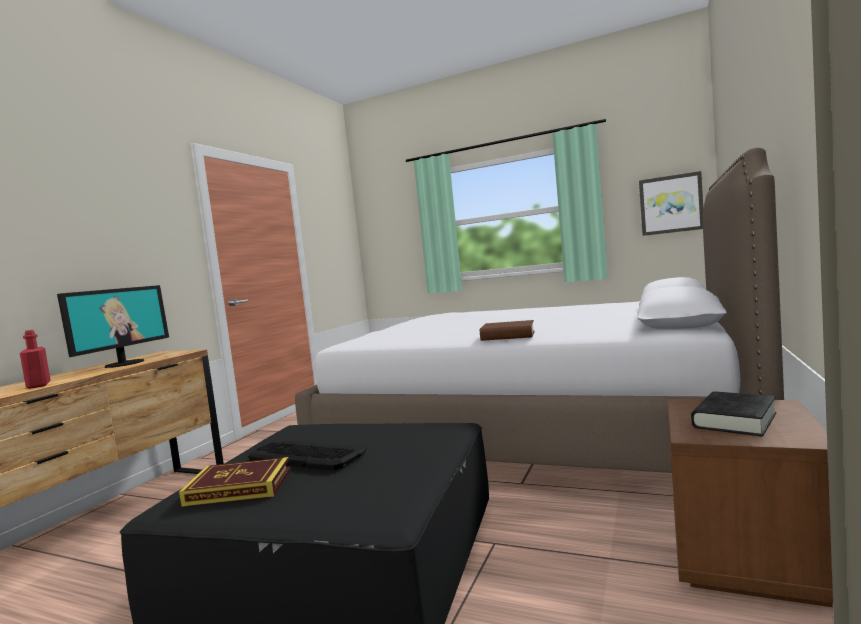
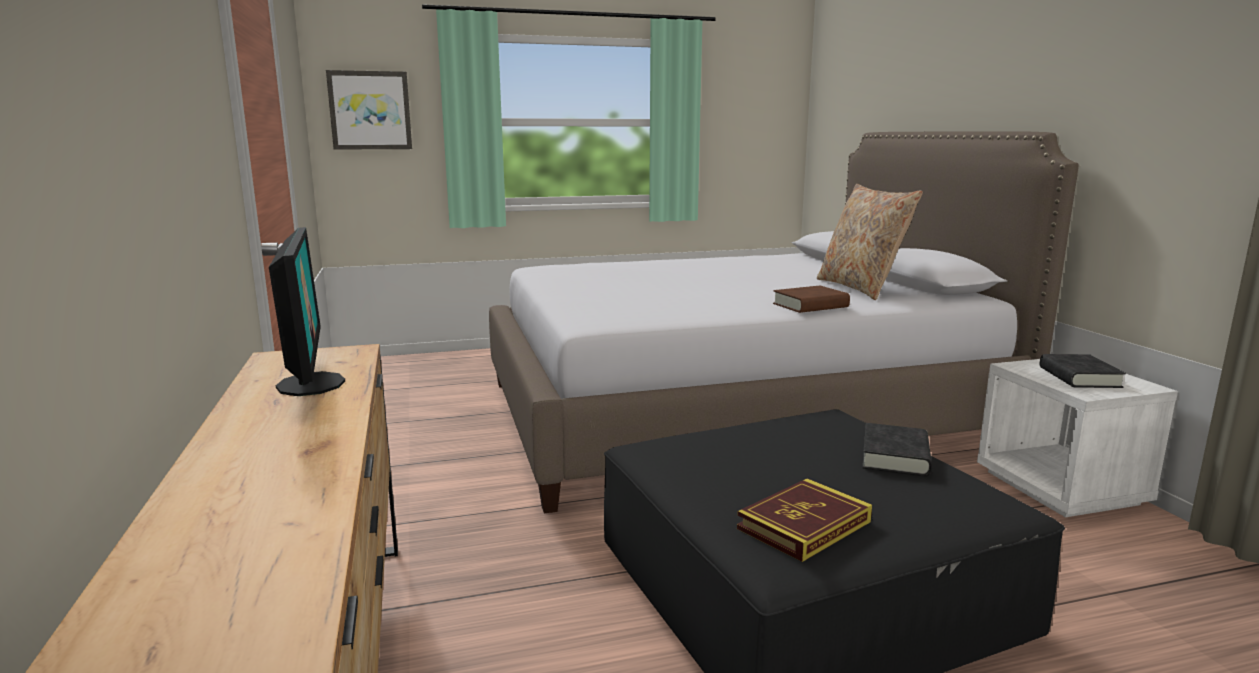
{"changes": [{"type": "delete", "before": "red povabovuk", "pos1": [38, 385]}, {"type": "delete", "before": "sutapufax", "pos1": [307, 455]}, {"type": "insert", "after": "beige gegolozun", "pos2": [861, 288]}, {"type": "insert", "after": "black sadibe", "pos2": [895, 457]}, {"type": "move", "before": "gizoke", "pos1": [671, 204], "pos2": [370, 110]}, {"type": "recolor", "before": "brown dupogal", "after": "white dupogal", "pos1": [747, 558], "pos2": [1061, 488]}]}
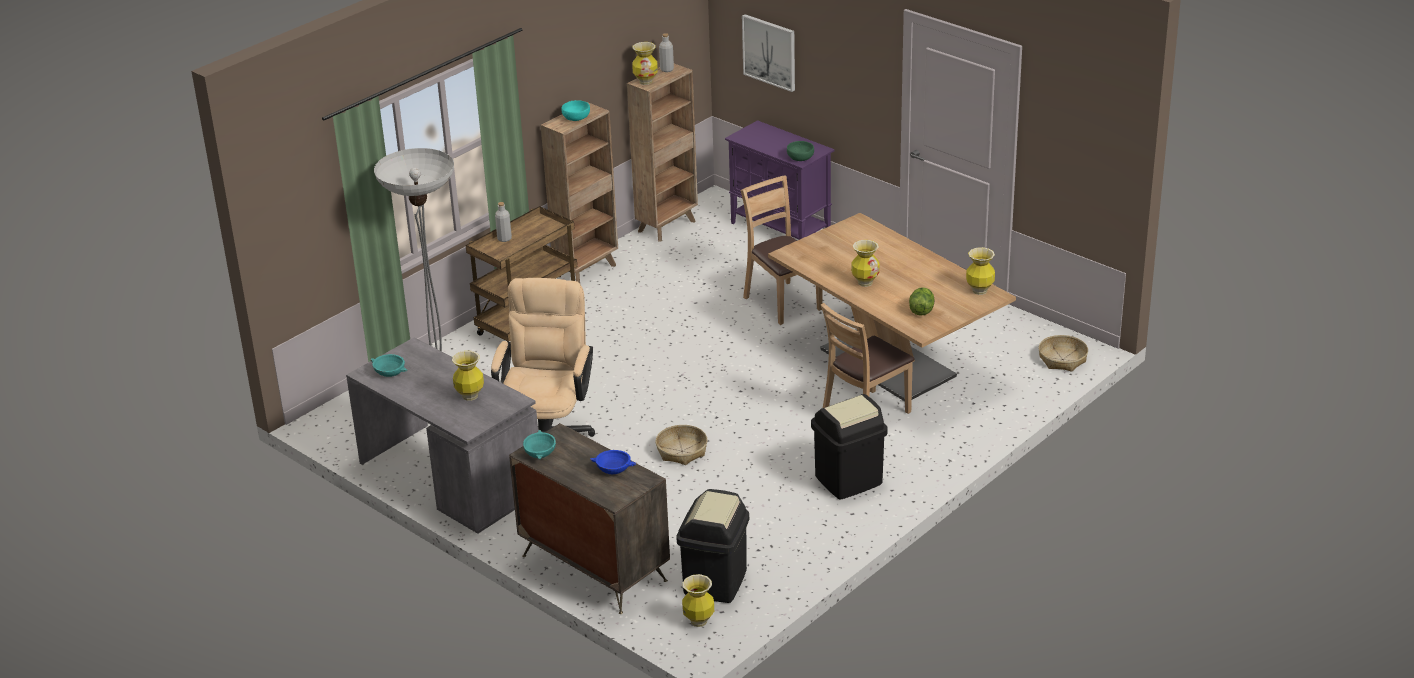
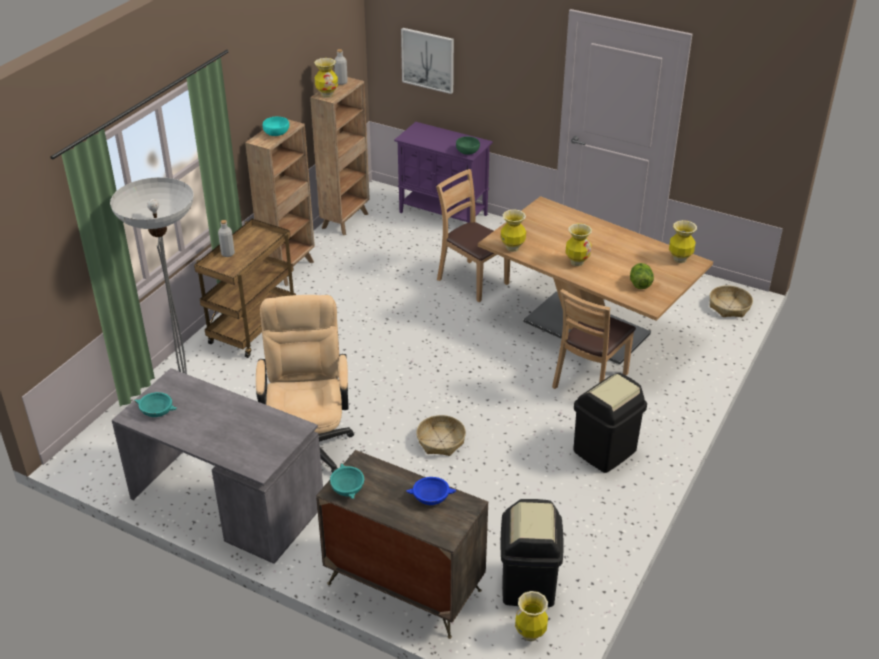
{"changes": [{"type": "move", "before": "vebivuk", "pos1": [470, 396], "pos2": [512, 248]}]}
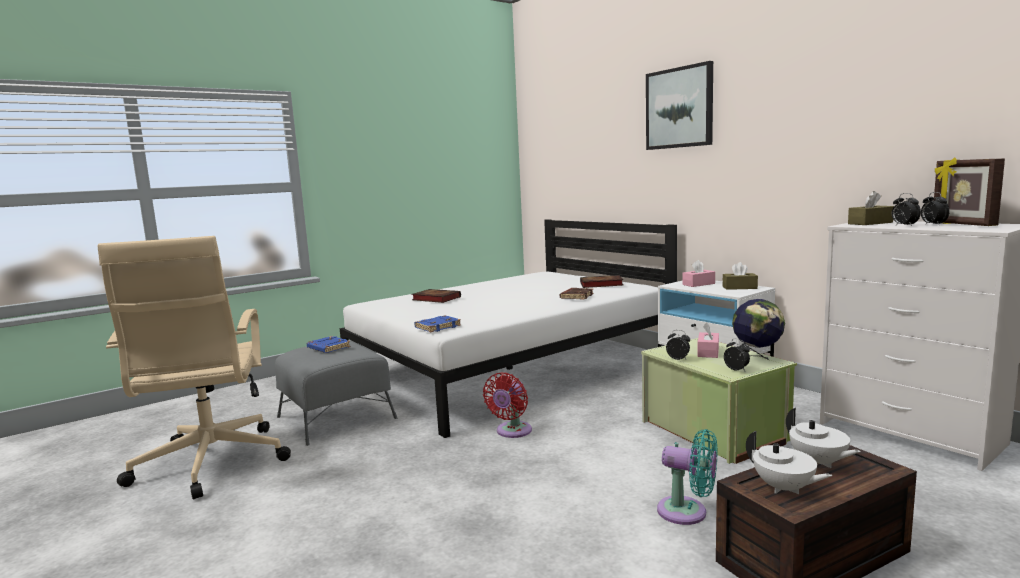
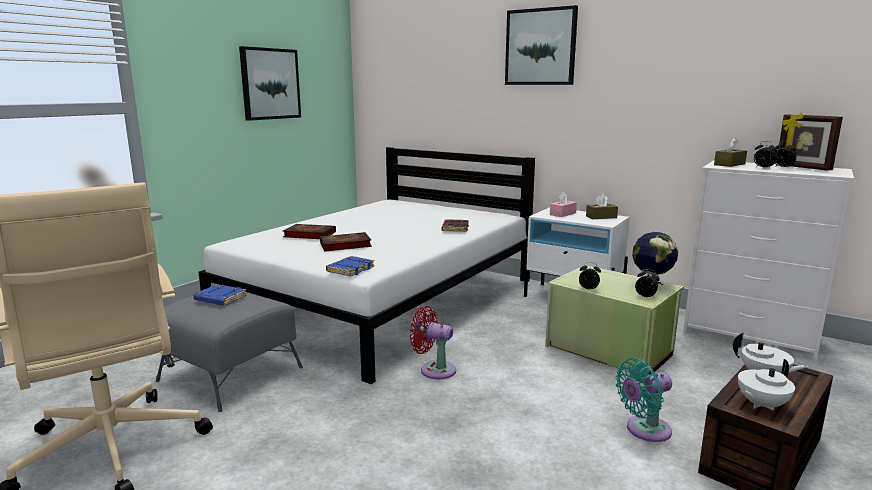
{"changes": [{"type": "delete", "before": "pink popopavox", "pos1": [708, 352]}, {"type": "insert", "after": "gizoke", "pos2": [270, 84]}, {"type": "move", "before": "sadibe", "pos1": [600, 284], "pos2": [344, 245]}, {"type": "rotate", "before": "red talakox", "pos1": [512, 432], "pos2": [434, 369], "turn": 105}, {"type": "rotate", "before": "turquoise talakox", "pos1": [687, 512], "pos2": [644, 430], "turn": 150}, {"type": "rotate", "before": "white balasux", "pos1": [784, 488], "pos2": [760, 404], "turn": 120}]}
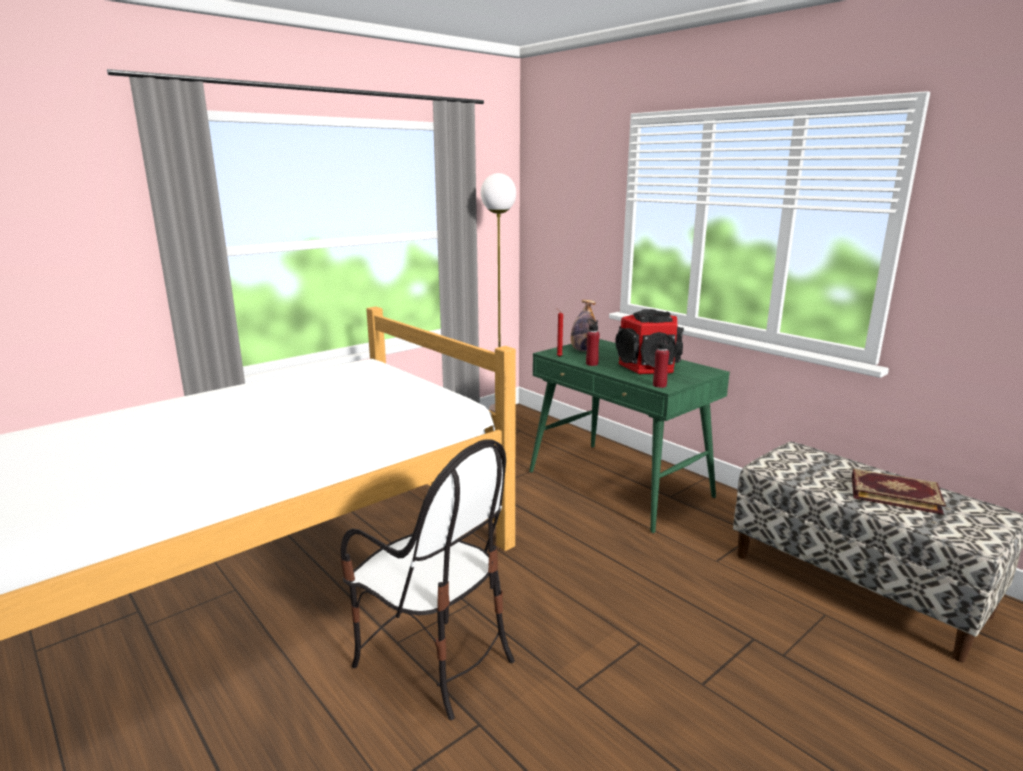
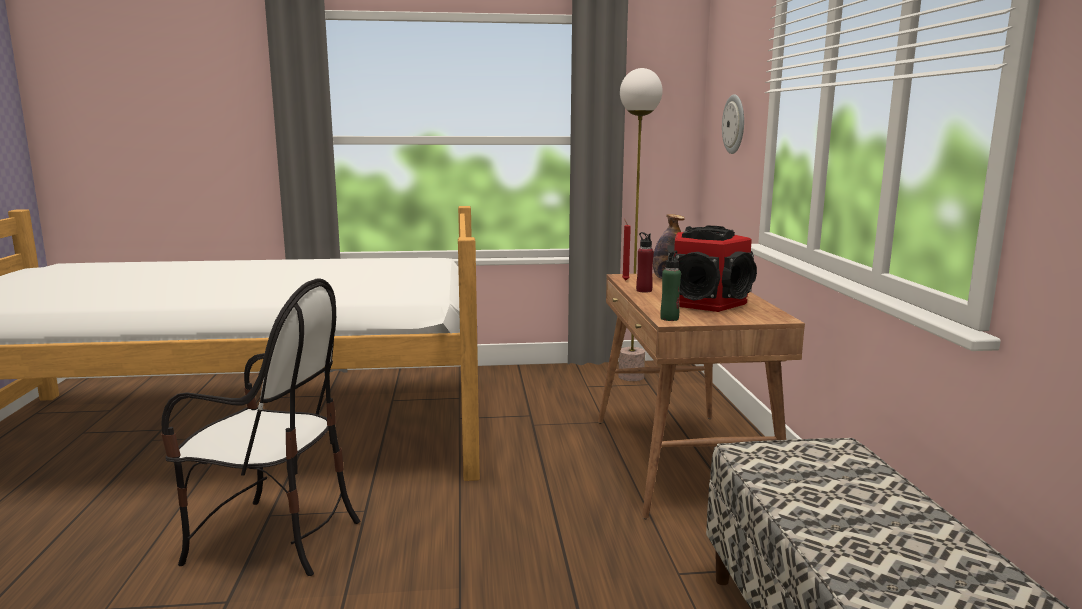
{"changes": [{"type": "delete", "before": "sadibe", "pos1": [894, 493]}, {"type": "insert", "after": "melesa", "pos2": [734, 124]}, {"type": "recolor", "before": "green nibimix", "after": "brown nibimix", "pos1": [620, 484], "pos2": [683, 462]}, {"type": "recolor", "before": "red povabovuk", "after": "green povabovuk", "pos1": [659, 385], "pos2": [669, 318]}, {"type": "rotate", "before": "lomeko", "pos1": [434, 660], "pos2": [273, 539], "turn": -60}]}
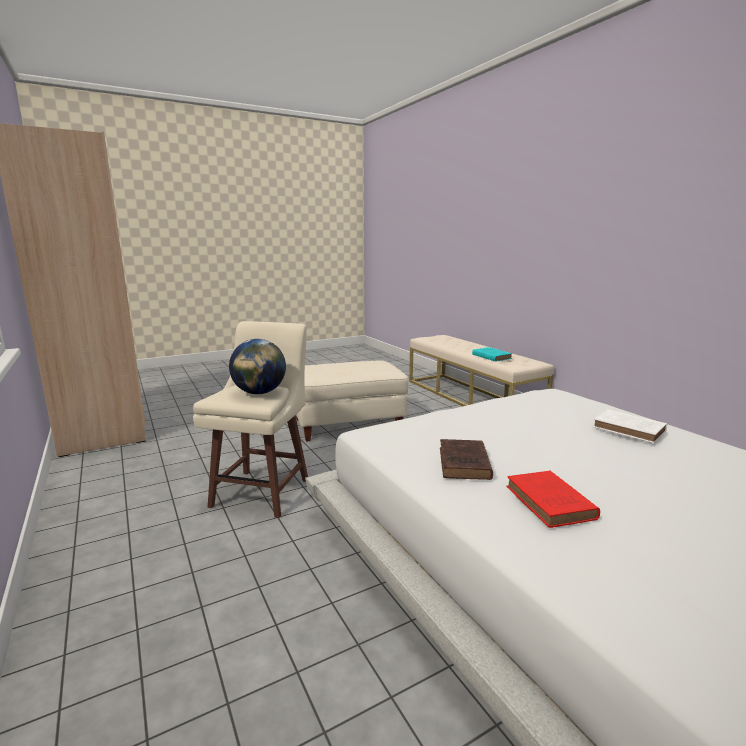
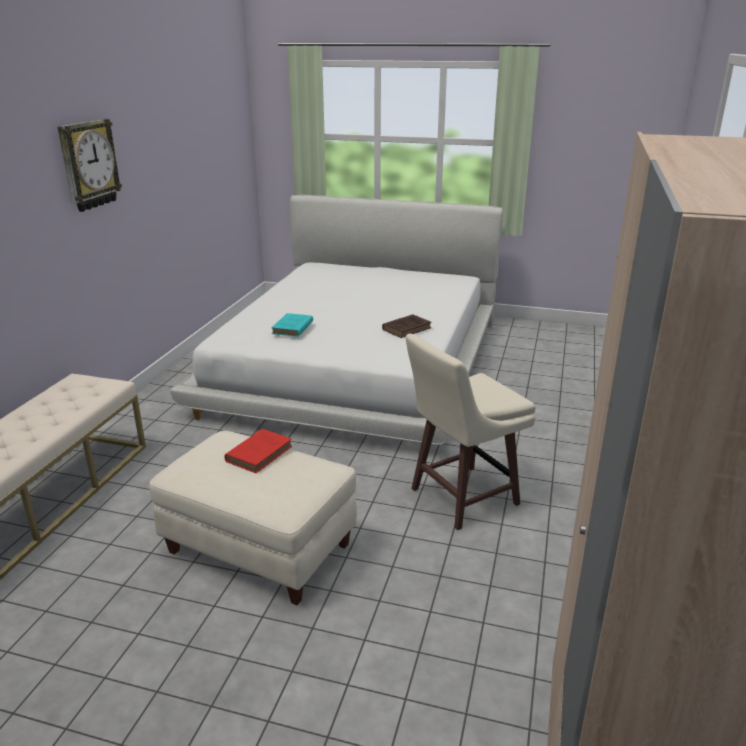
{"changes": [{"type": "delete", "before": "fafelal", "pos1": [259, 393]}, {"type": "delete", "before": "white sadibe", "pos1": [630, 430]}, {"type": "insert", "after": "melesa", "pos2": [88, 165]}, {"type": "move", "before": "turquoise sadibe", "pos1": [491, 356], "pos2": [292, 328]}, {"type": "move", "before": "red sadibe", "pos1": [551, 504], "pos2": [260, 453]}]}
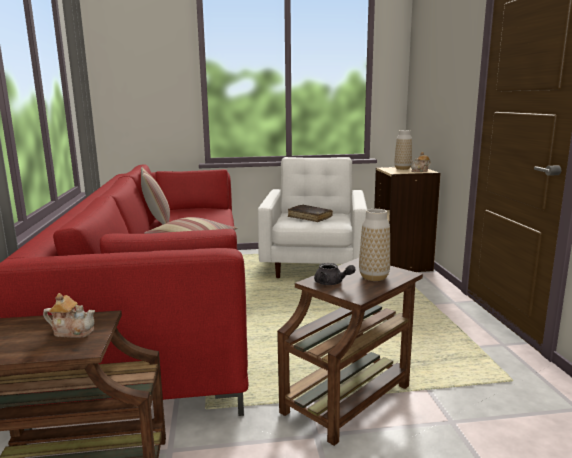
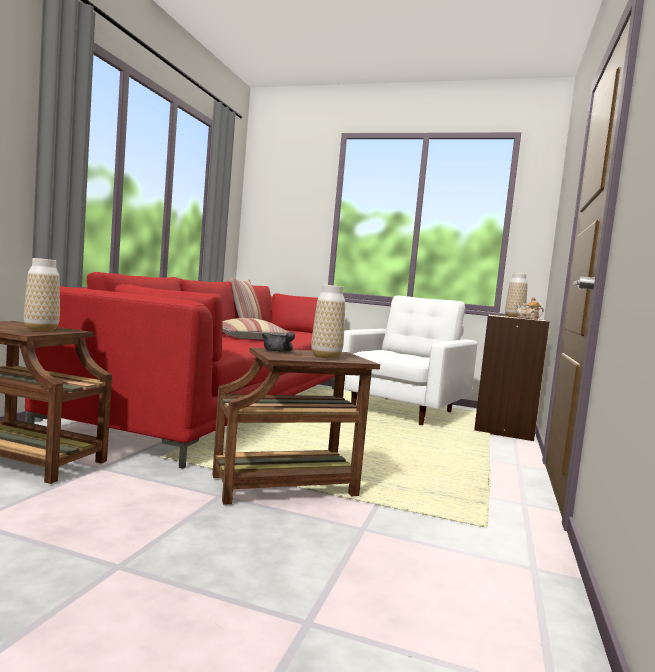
{"changes": [{"type": "delete", "before": "brown sadibe", "pos1": [310, 217]}, {"type": "replace", "before": "balasux", "after": "vebivuk", "pos1": [73, 331], "pos2": [41, 329]}]}
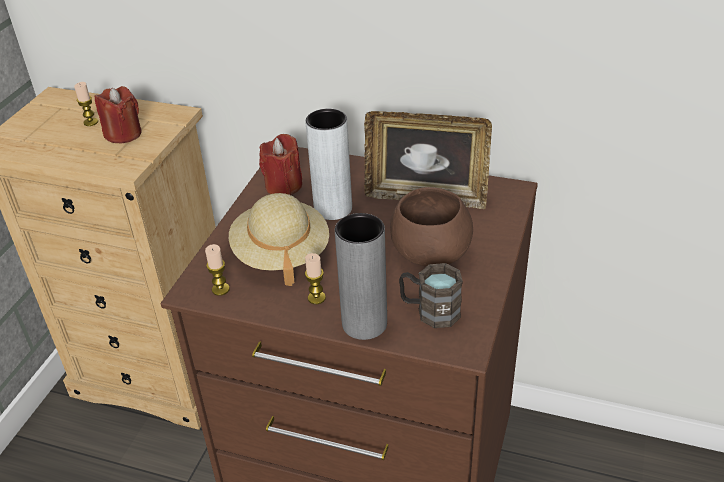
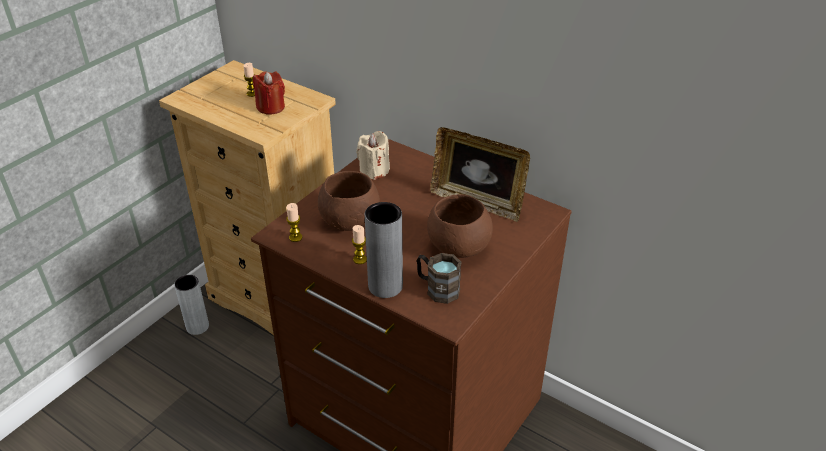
{"changes": [{"type": "move", "before": "grey vebivuk", "pos1": [333, 209], "pos2": [197, 326]}, {"type": "replace", "before": "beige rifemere", "after": "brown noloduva", "pos1": [281, 253], "pos2": [349, 221]}, {"type": "recolor", "before": "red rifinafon", "after": "beige rifinafon", "pos1": [283, 186], "pos2": [374, 171]}]}
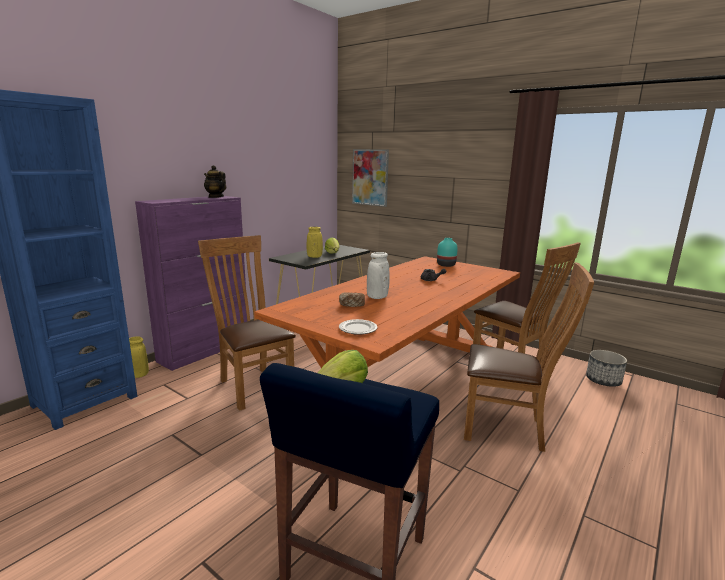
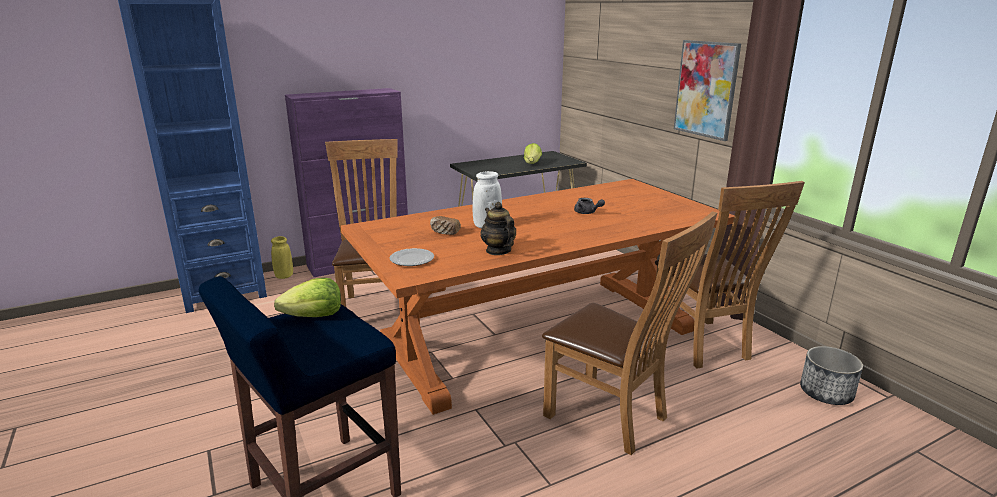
{"changes": [{"type": "delete", "before": "yellow vebivuk", "pos1": [314, 257]}, {"type": "delete", "before": "turquoise vebivuk", "pos1": [446, 265]}, {"type": "move", "before": "balasux", "pos1": [216, 197], "pos2": [498, 251]}, {"type": "move", "before": "gizoke", "pos1": [370, 177], "pos2": [706, 89]}]}
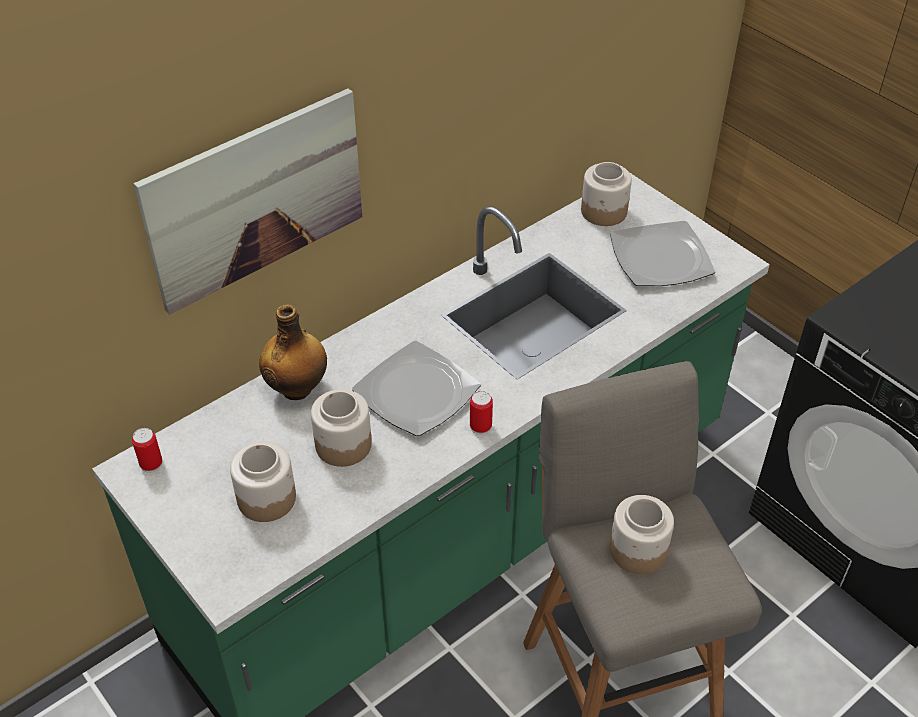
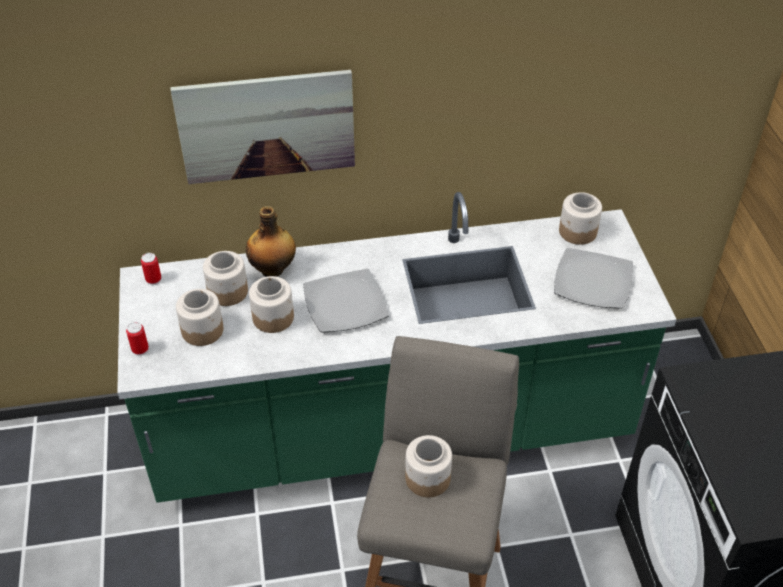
{"changes": [{"type": "insert", "after": "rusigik", "pos2": [227, 292]}, {"type": "move", "before": "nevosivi", "pos1": [480, 426], "pos2": [140, 349]}]}
